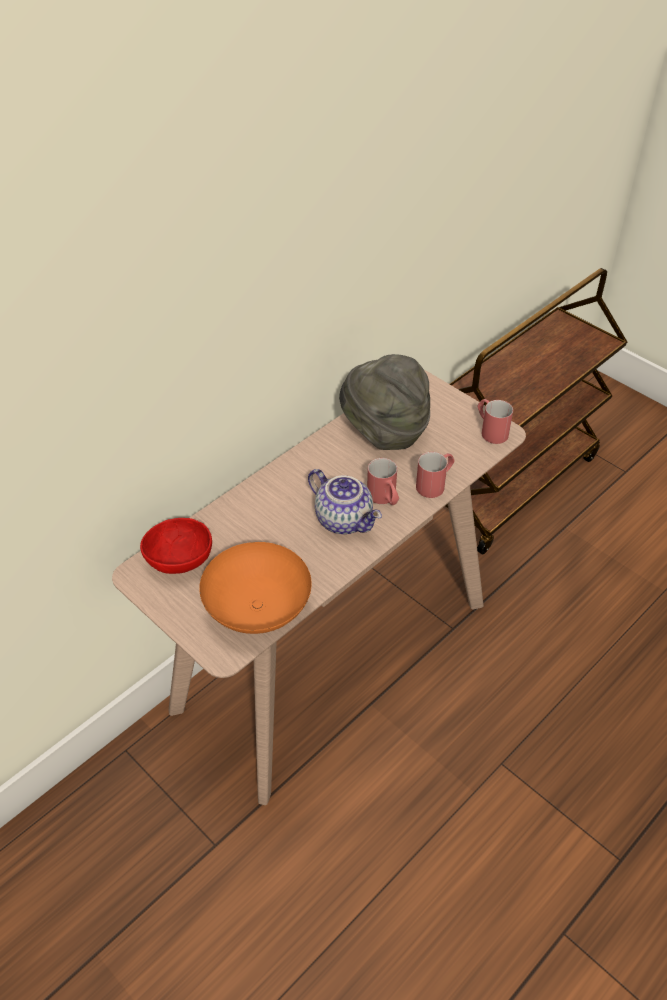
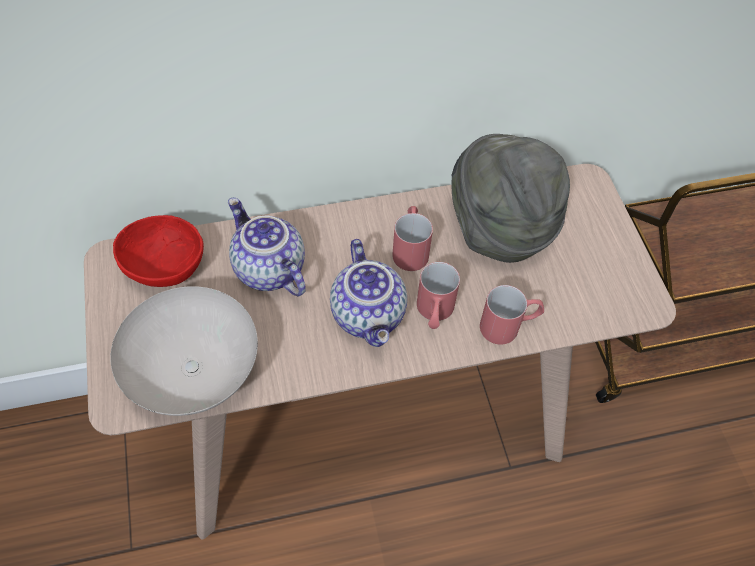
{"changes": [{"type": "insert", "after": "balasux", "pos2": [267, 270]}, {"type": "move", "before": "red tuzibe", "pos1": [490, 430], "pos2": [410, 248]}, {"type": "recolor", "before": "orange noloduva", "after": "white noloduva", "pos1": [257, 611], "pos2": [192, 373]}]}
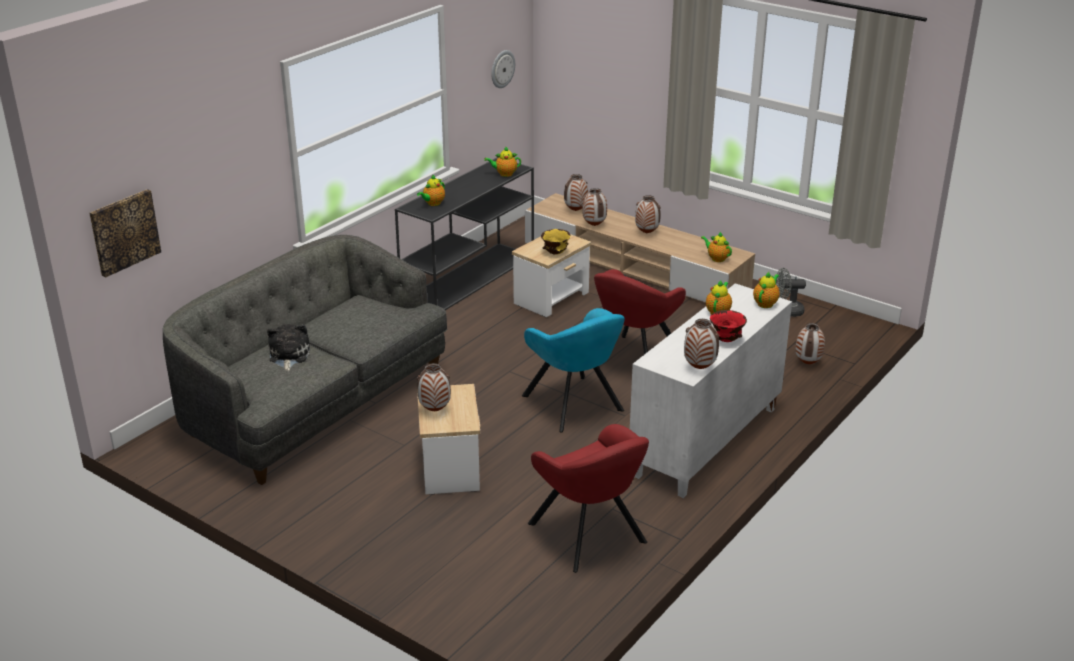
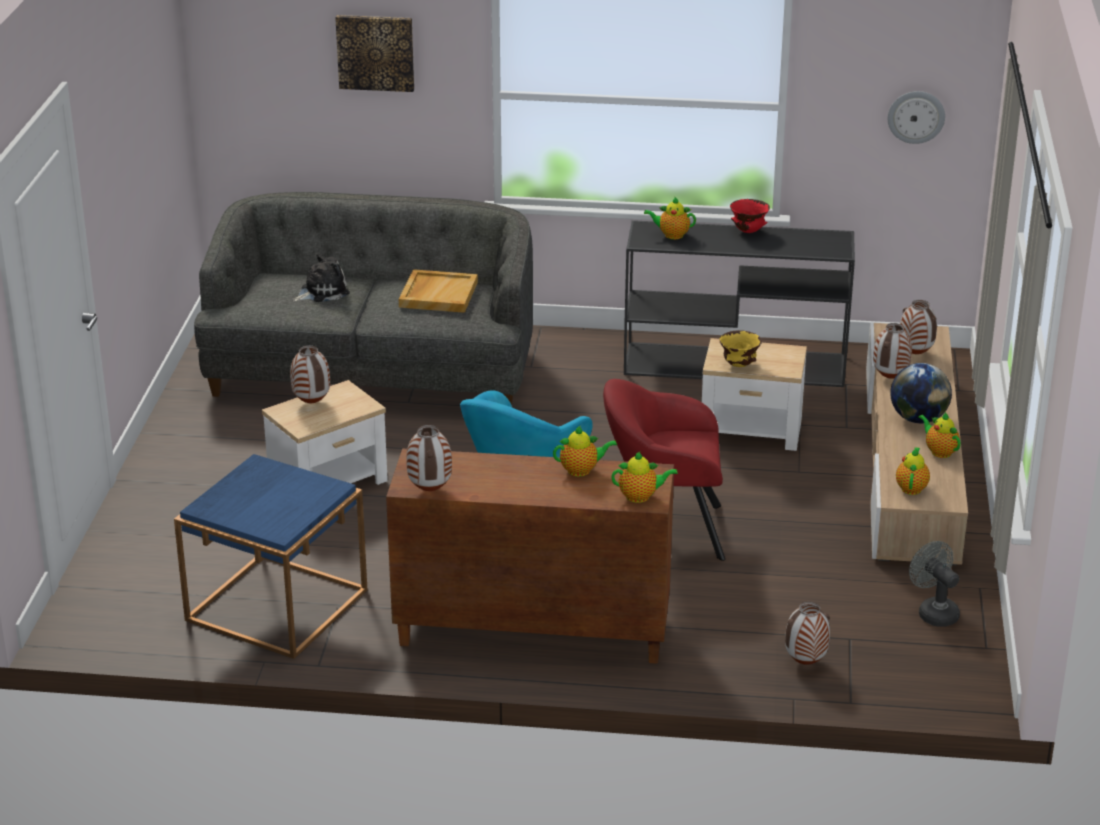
{"changes": [{"type": "insert", "after": "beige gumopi", "pos2": [438, 294]}, {"type": "move", "before": "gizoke", "pos1": [124, 232], "pos2": [375, 52]}, {"type": "move", "before": "balasux", "pos1": [504, 174], "pos2": [939, 451]}, {"type": "move", "before": "red noloduva", "pos1": [725, 340], "pos2": [748, 231]}, {"type": "replace", "before": "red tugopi", "after": "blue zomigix", "pos1": [590, 536], "pos2": [277, 605]}, {"type": "replace", "before": "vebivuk", "after": "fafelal", "pos1": [646, 233], "pos2": [918, 419]}, {"type": "recolor", "before": "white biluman", "after": "brown biluman", "pos1": [706, 443], "pos2": [530, 632]}]}
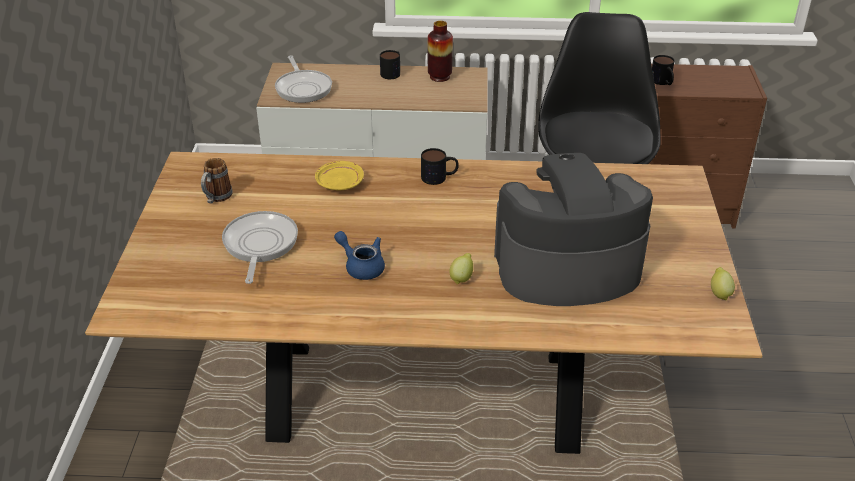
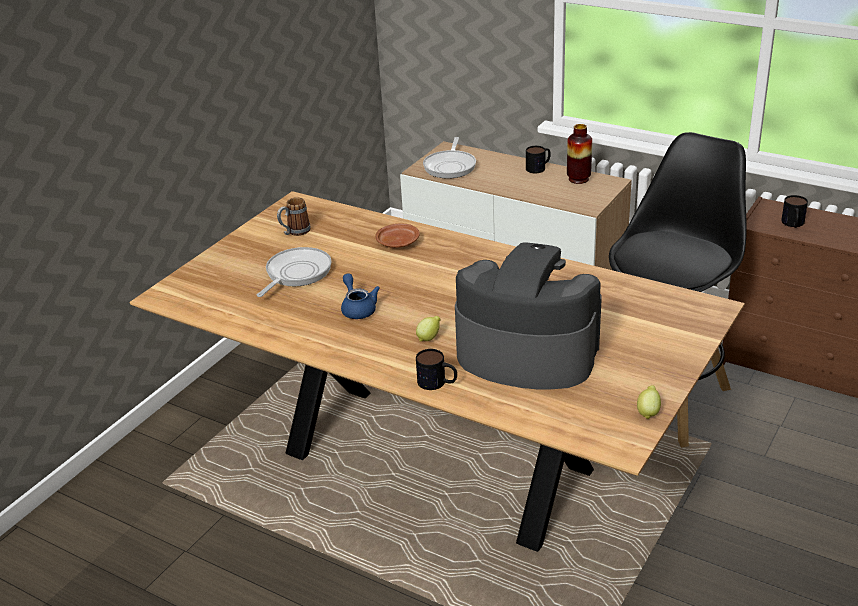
{"changes": [{"type": "move", "before": "tuzibe", "pos1": [439, 177], "pos2": [437, 383]}, {"type": "recolor", "before": "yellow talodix", "after": "brown talodix", "pos1": [339, 183], "pos2": [398, 242]}]}
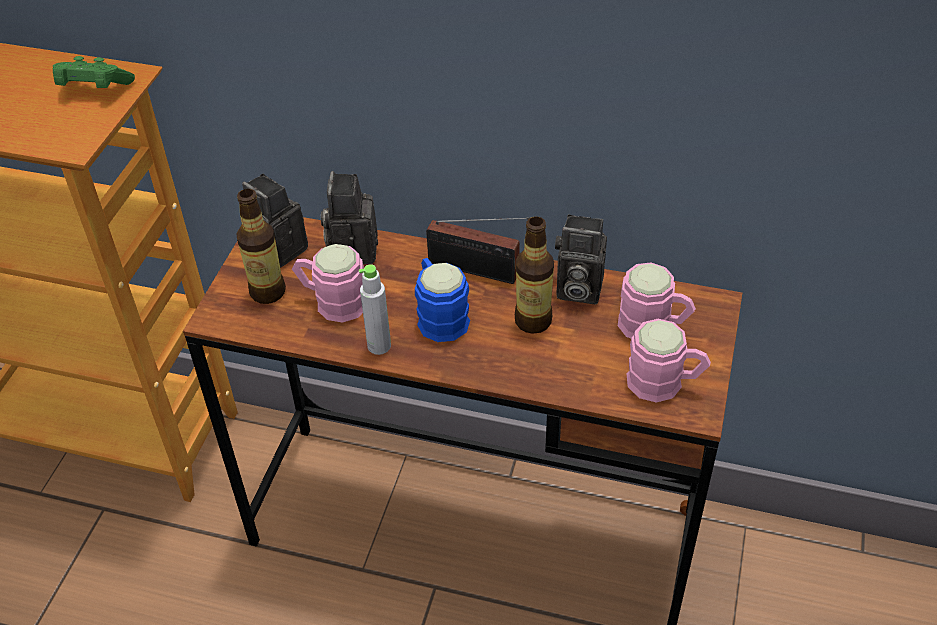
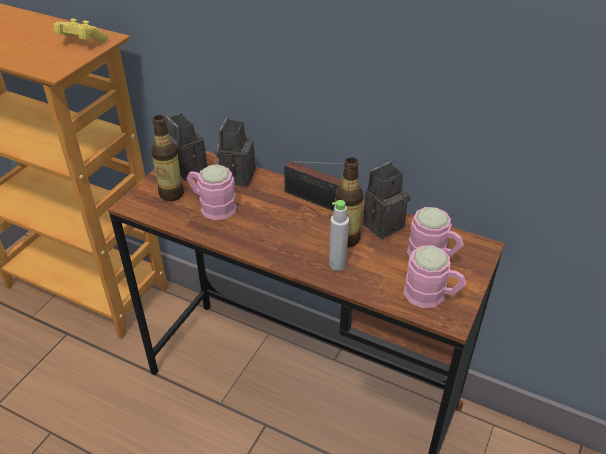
{"changes": [{"type": "delete", "before": "blue tuzibe", "pos1": [439, 315]}, {"type": "move", "before": "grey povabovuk", "pos1": [379, 346], "pos2": [337, 264]}, {"type": "recolor", "before": "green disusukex", "after": "yellow disusukex", "pos1": [94, 89], "pos2": [81, 42]}, {"type": "rotate", "before": "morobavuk", "pos1": [576, 289], "pos2": [383, 223], "turn": 120}]}
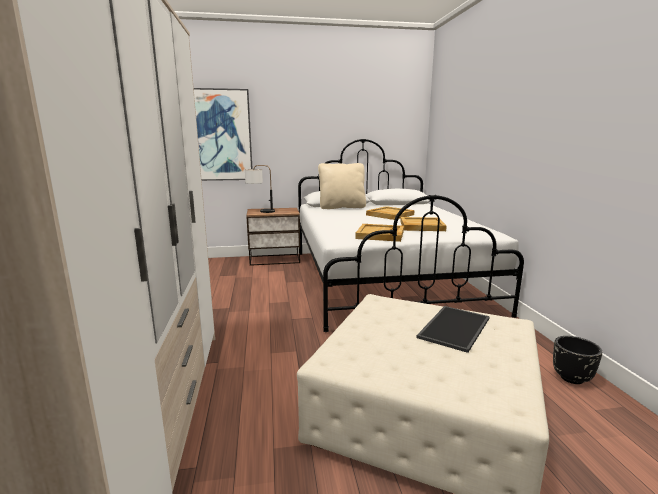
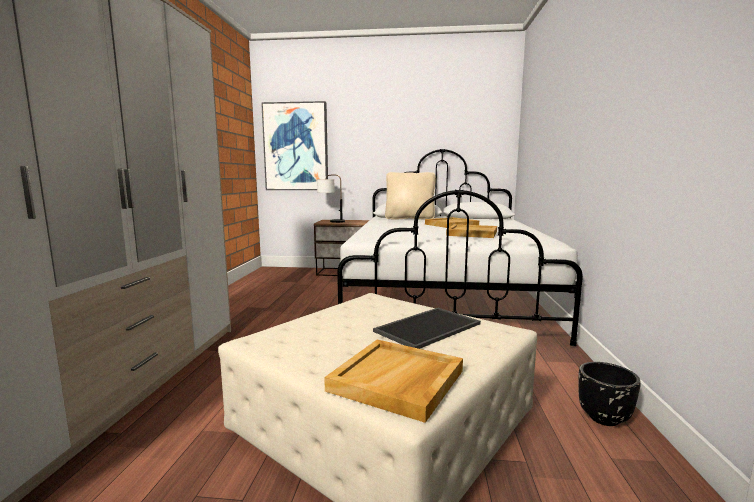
{"changes": [{"type": "move", "before": "beige gumopi", "pos1": [380, 235], "pos2": [397, 381]}]}
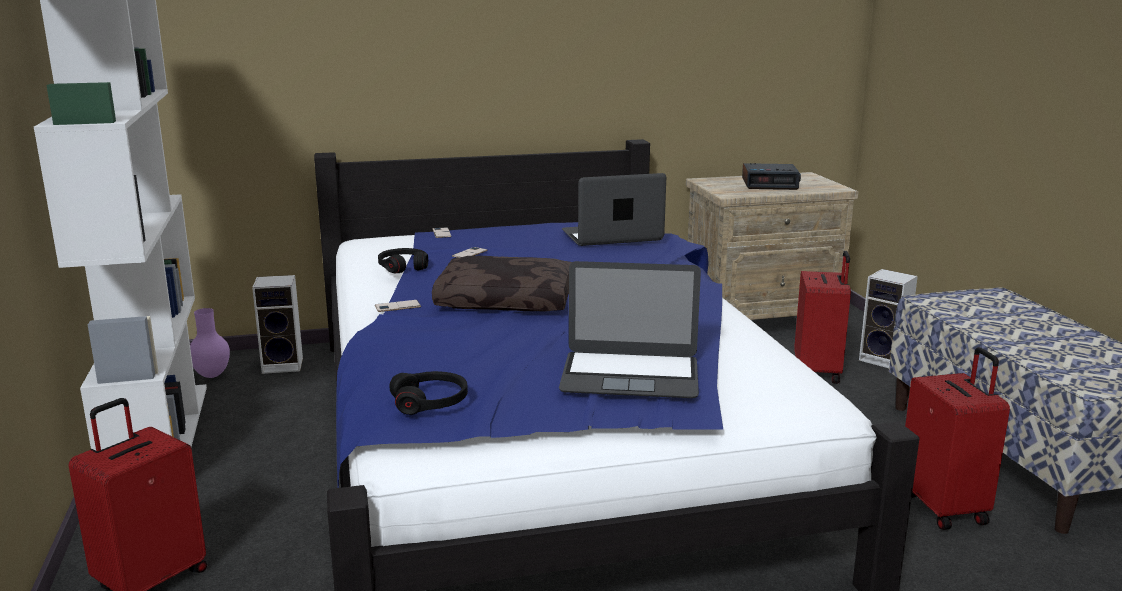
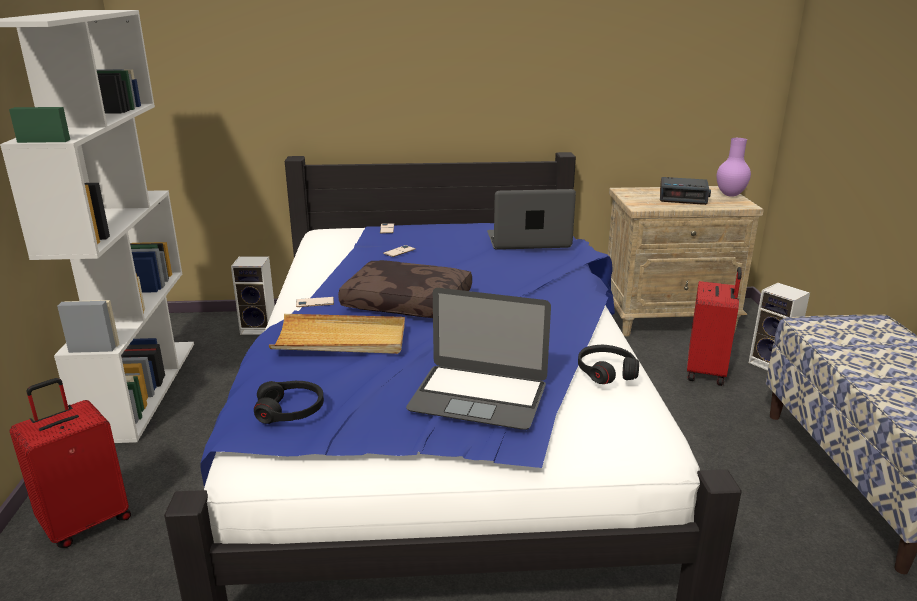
{"changes": [{"type": "delete", "before": "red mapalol", "pos1": [945, 507]}, {"type": "insert", "after": "beige gumopi", "pos2": [341, 339]}, {"type": "move", "before": "purple vebivuk", "pos1": [211, 376], "pos2": [730, 195]}, {"type": "move", "before": "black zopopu", "pos1": [403, 267], "pos2": [606, 371]}]}
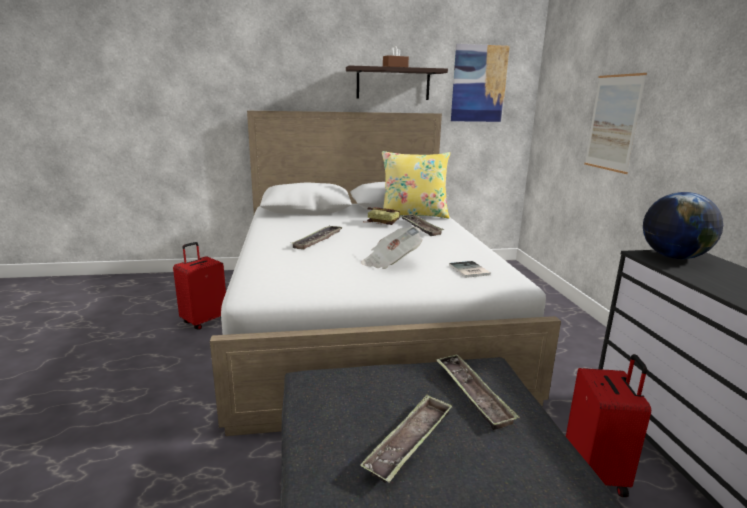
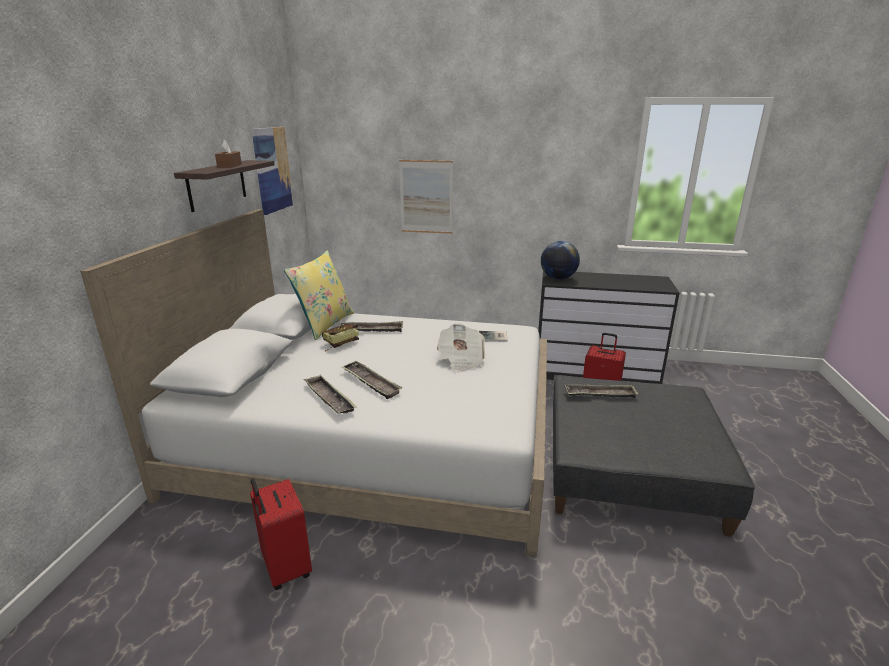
{"changes": [{"type": "move", "before": "gumopi", "pos1": [410, 442], "pos2": [329, 398]}]}
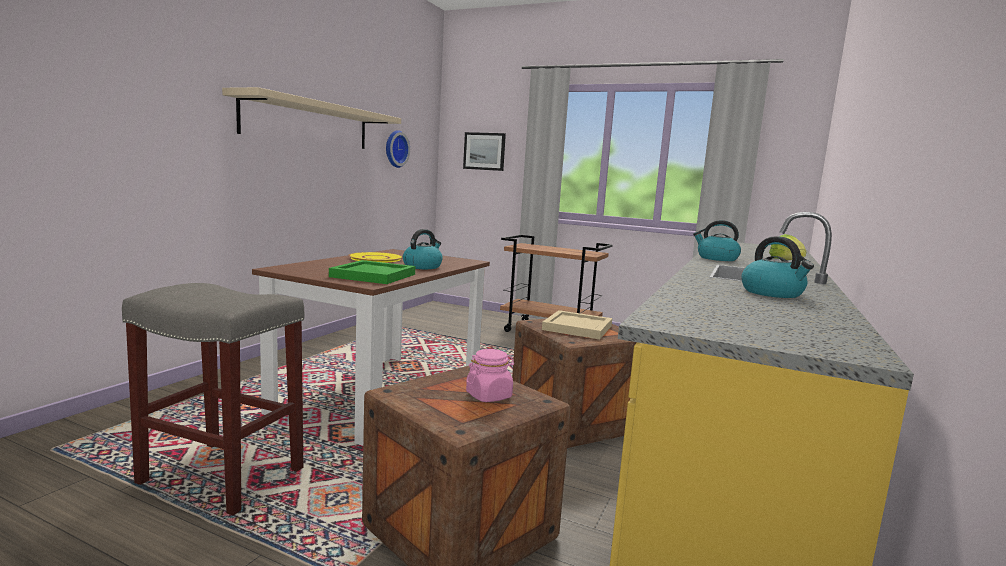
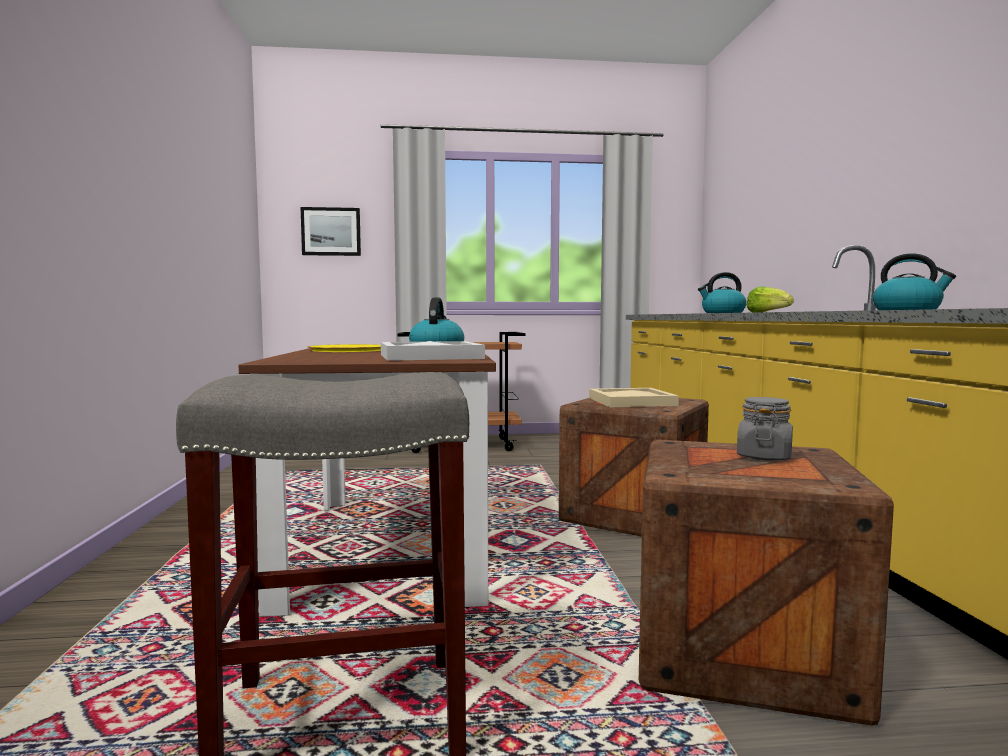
{"changes": [{"type": "delete", "before": "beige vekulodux", "pos1": [308, 123]}, {"type": "delete", "before": "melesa", "pos1": [395, 149]}, {"type": "recolor", "before": "green gumopi", "after": "white gumopi", "pos1": [372, 275], "pos2": [428, 356]}, {"type": "recolor", "before": "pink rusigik", "after": "grey rusigik", "pos1": [489, 396], "pos2": [764, 456]}]}
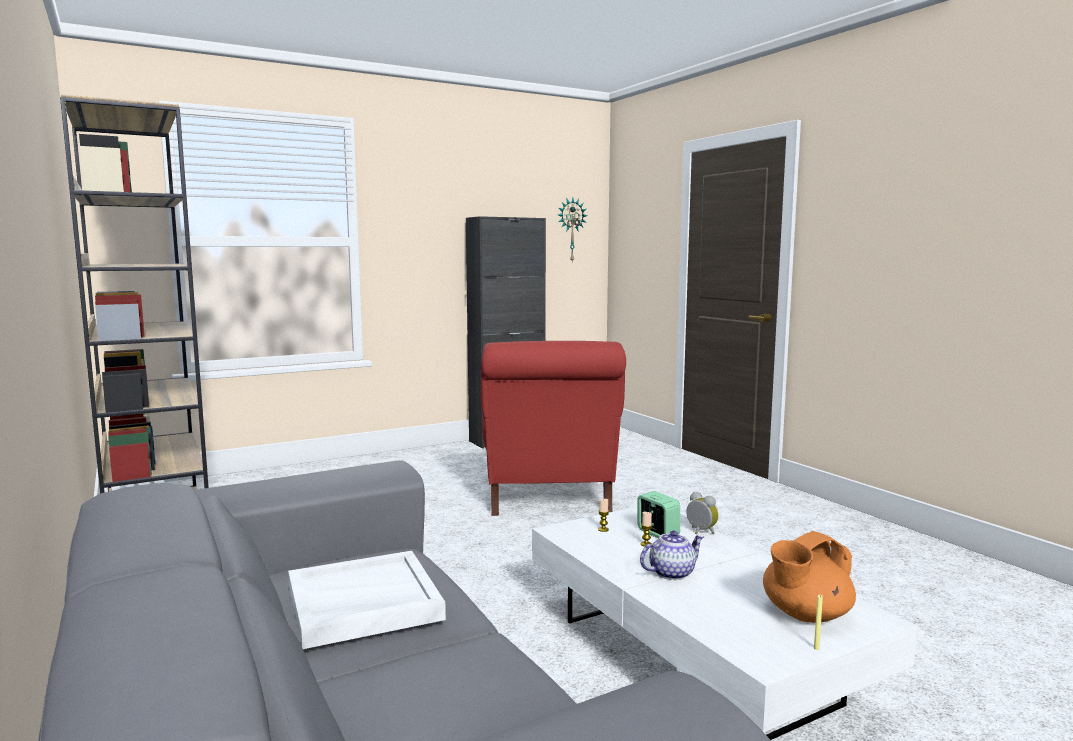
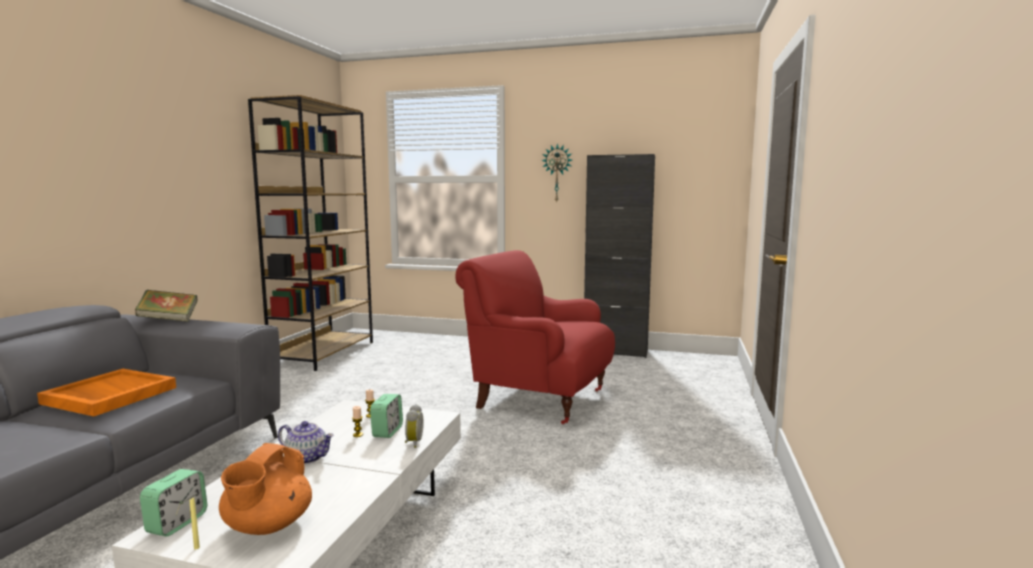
{"changes": [{"type": "insert", "after": "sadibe", "pos2": [169, 320]}, {"type": "insert", "after": "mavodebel", "pos2": [177, 523]}, {"type": "move", "before": "melesa", "pos1": [571, 230], "pos2": [557, 173]}, {"type": "recolor", "before": "white gumopi", "after": "orange gumopi", "pos1": [362, 603], "pos2": [108, 396]}, {"type": "rotate", "before": "red tugopi", "pos1": [547, 496], "pos2": [539, 398], "turn": 75}, {"type": "rotate", "before": "orange balasux", "pos1": [805, 615], "pos2": [267, 526], "turn": -90}]}
